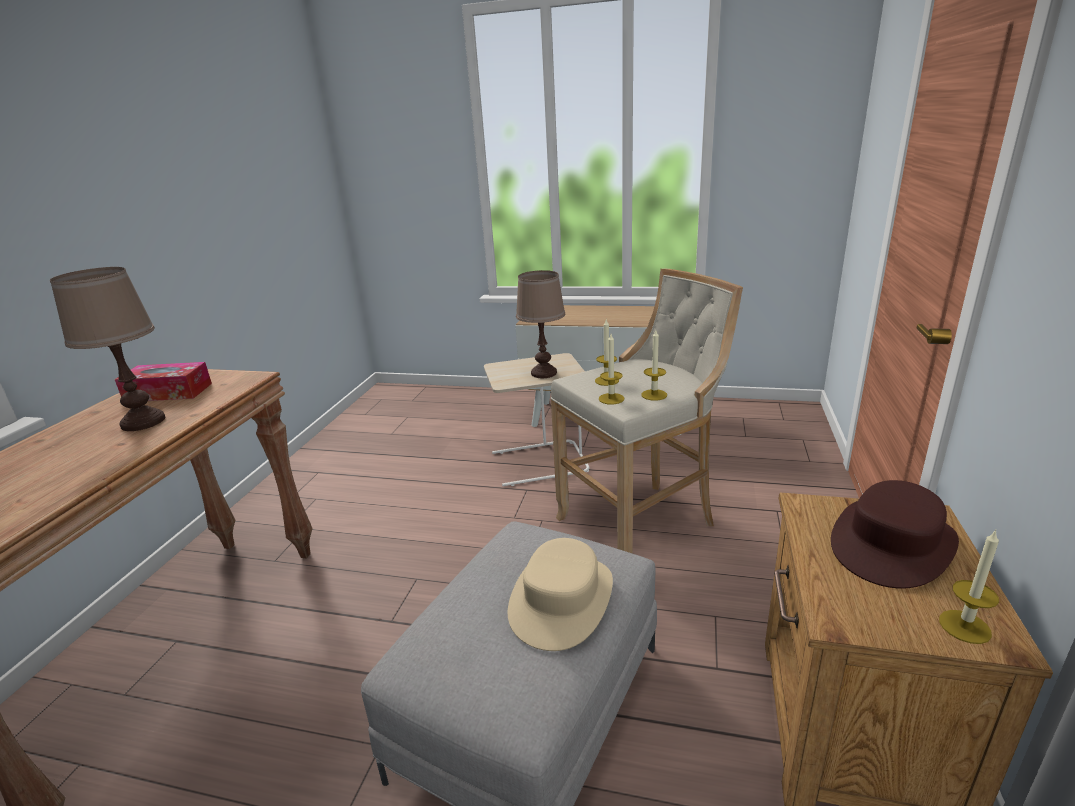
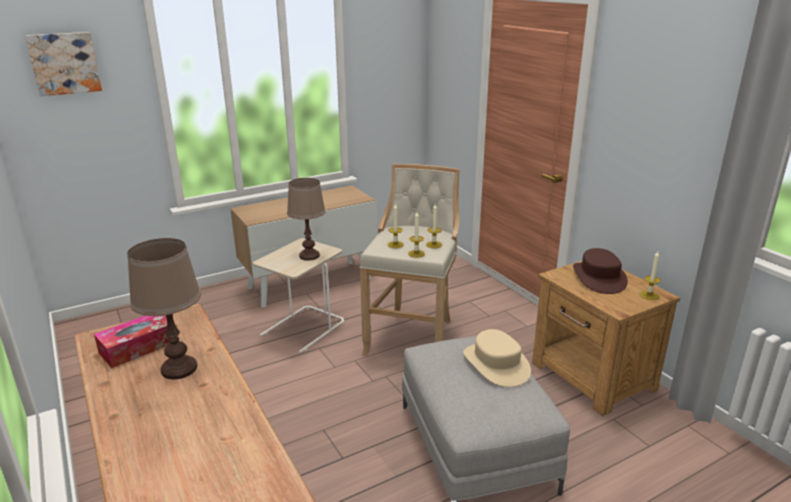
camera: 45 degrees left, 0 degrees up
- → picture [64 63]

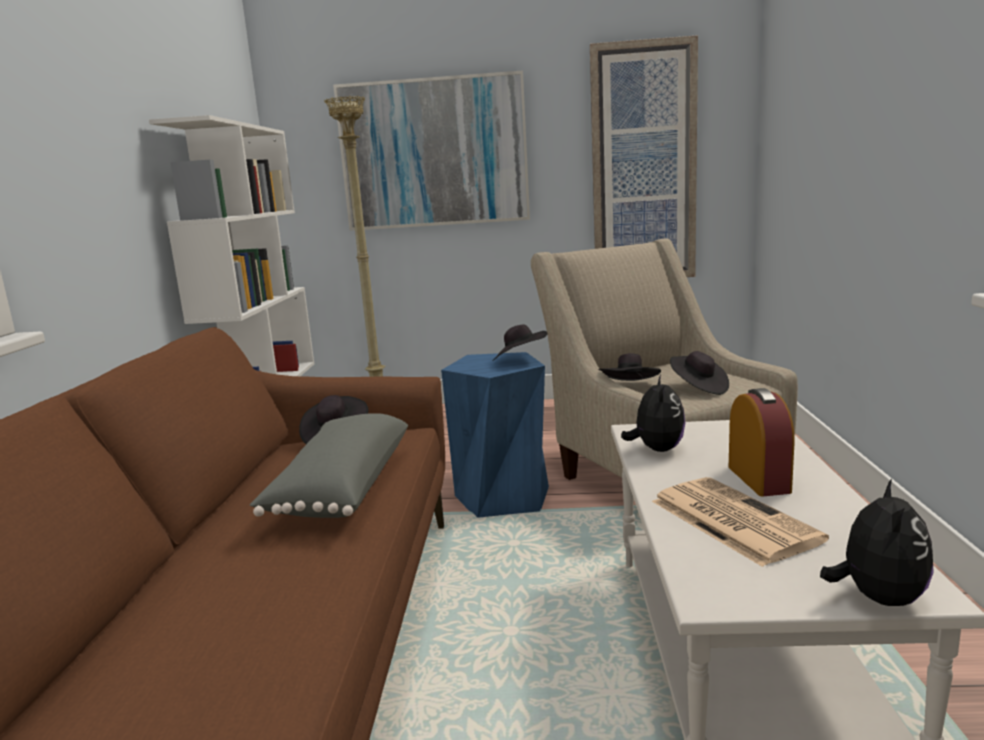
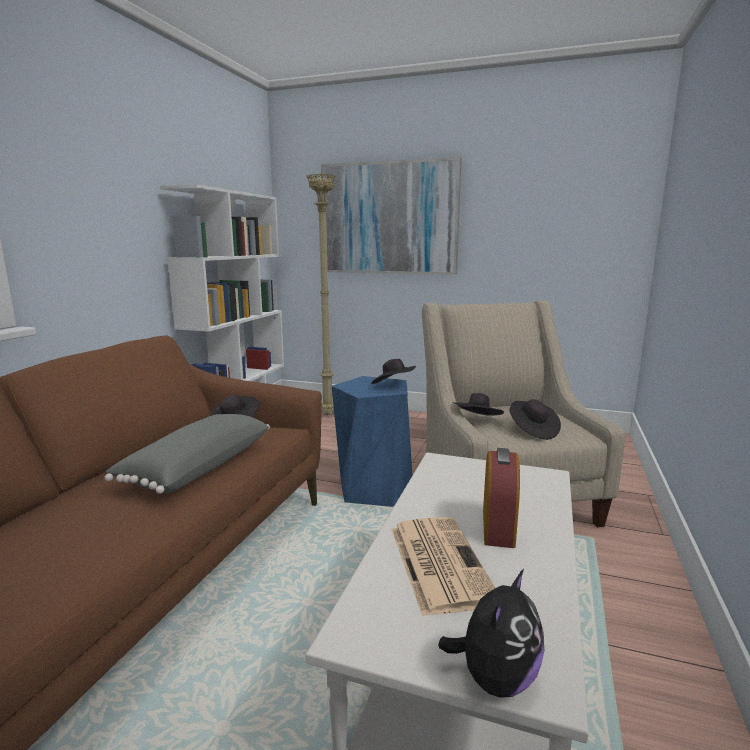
camera: 15 degrees right, 0 degrees up
picture [643 164] → -
plush_toy [656 449] → -

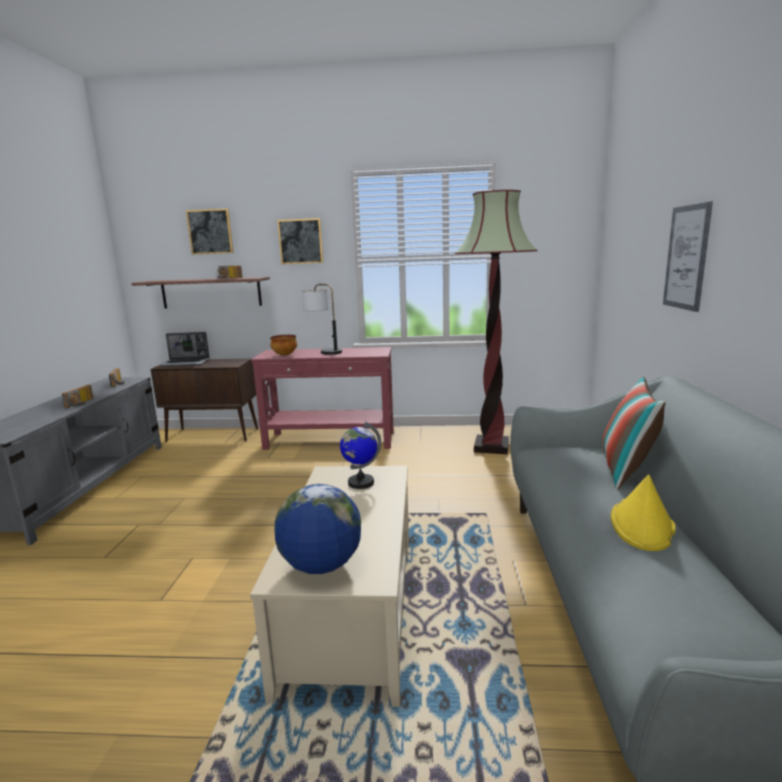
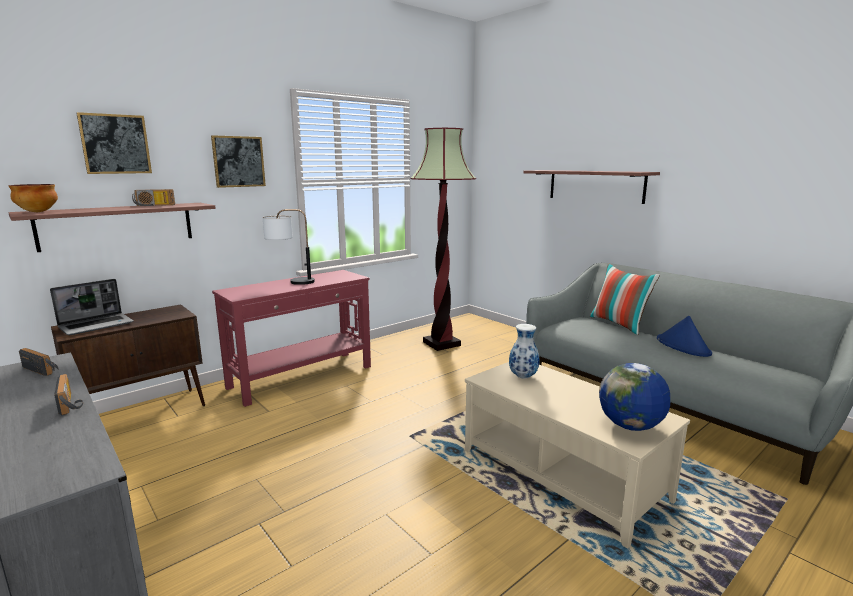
camera: 45 degrees left, 0 degrees up
picture [686 257] → shelf [595 185]
bowl [285 355] → bowl [38 212], moved
globe [360 483] → vase [523 377]
yellow_hat [642 524] → blue_hat [683 346]

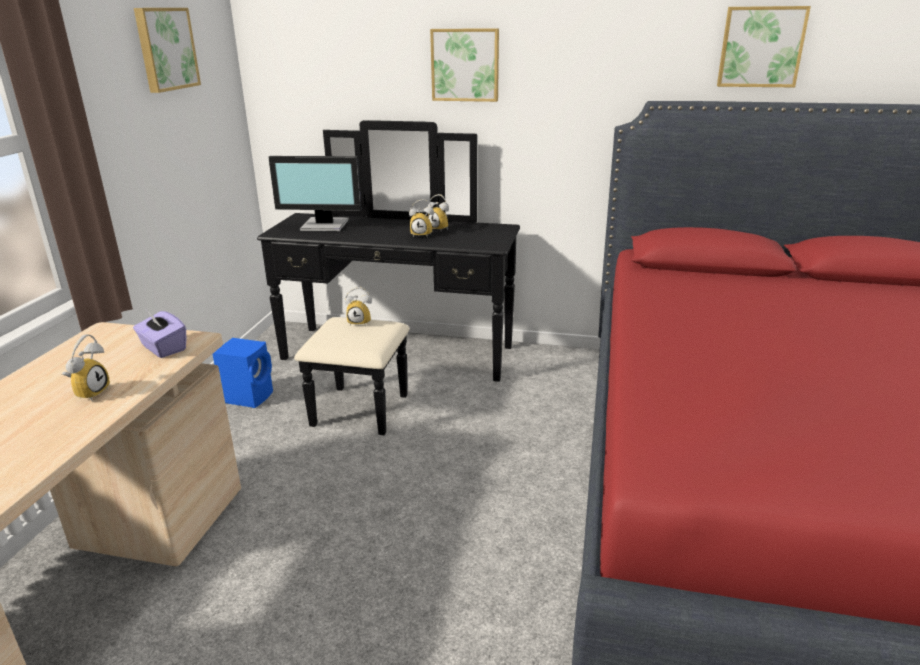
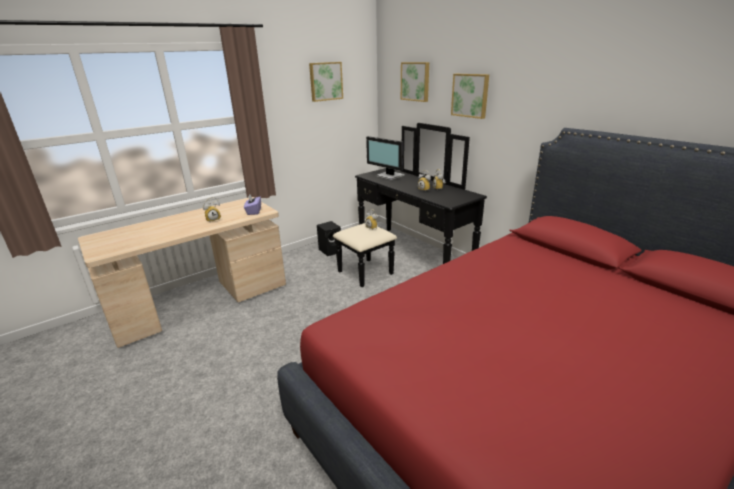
camera: 40 degrees right, 0 degrees up
picture [761 47] → picture [415 81], moved
blue_speaker [249 396] → black_speaker [331 250]

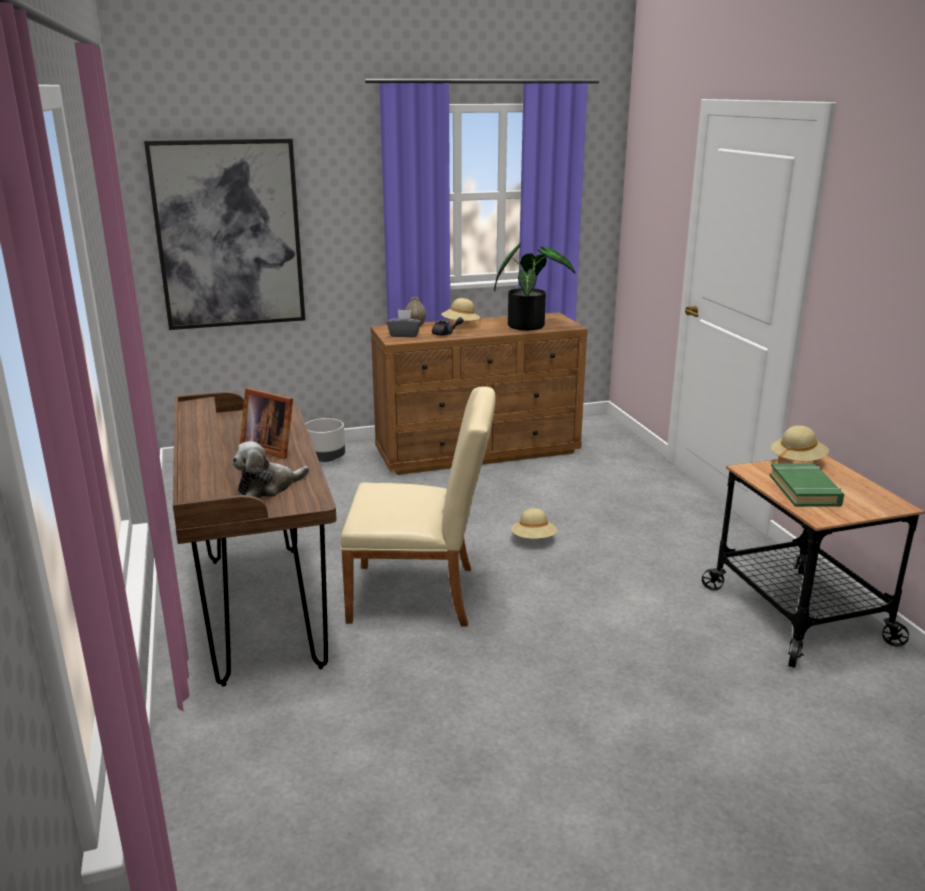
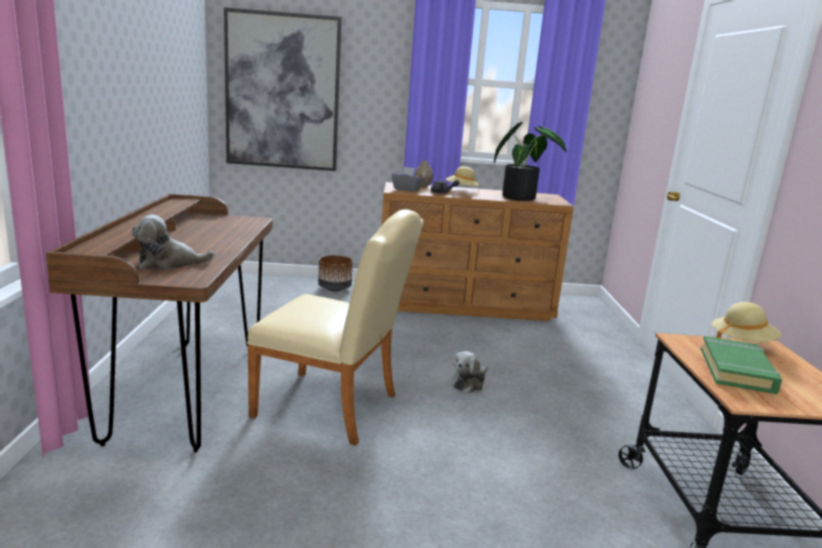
camera: 15 degrees right, 5 degrees down
picture_frame [270 448] → -
grey_planter [326 458] → brown_planter [335 289]
beige_hat [533 539] → plush_toy [469 383]

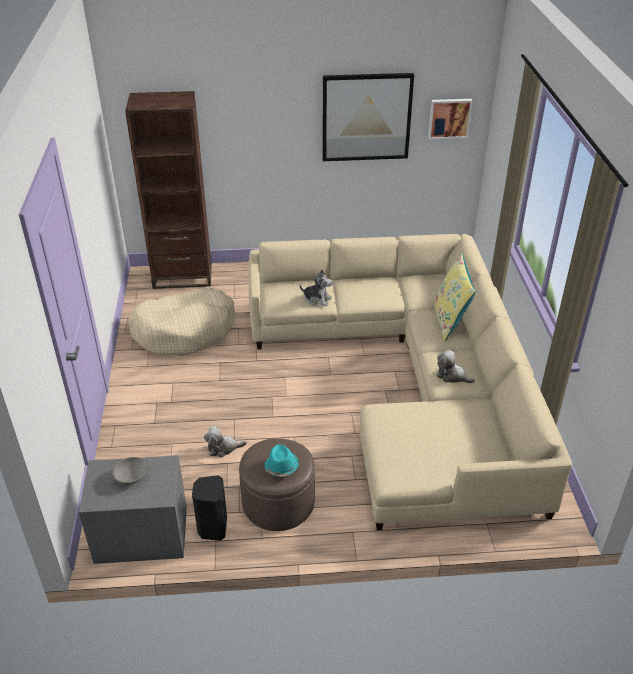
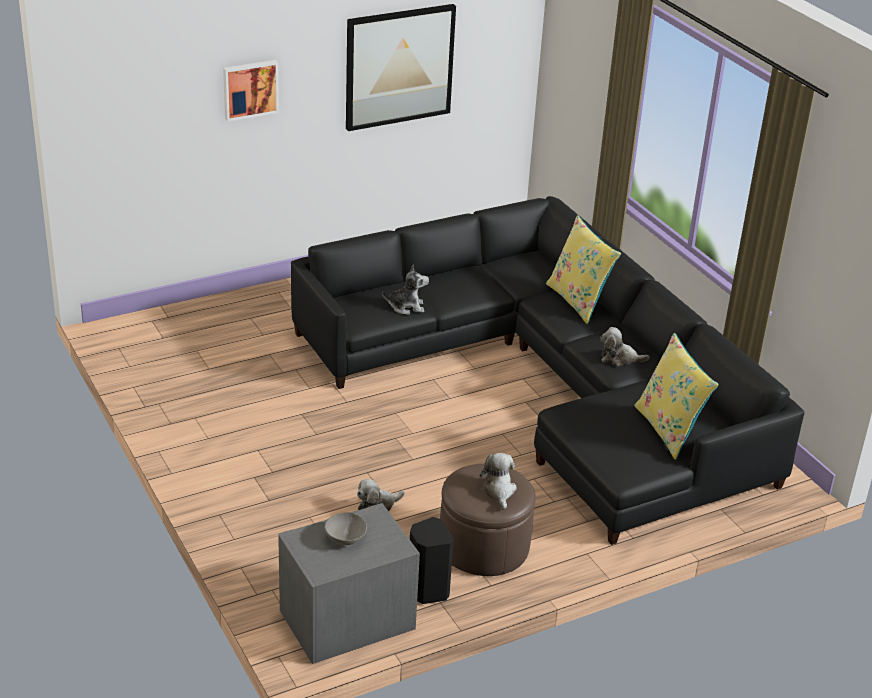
camera: 25 degrees left, 5 degrees down
brown_bookcase [182 276] → -
picture [449 118] → picture [250 89], moved
beige_sofa [412 380] → black_sofa [549 384]
beige_dog_bed [185 331] → -
turquoise_hat [281 467] → plush_toy [499 491]
- → yellow_pillow [669 429]

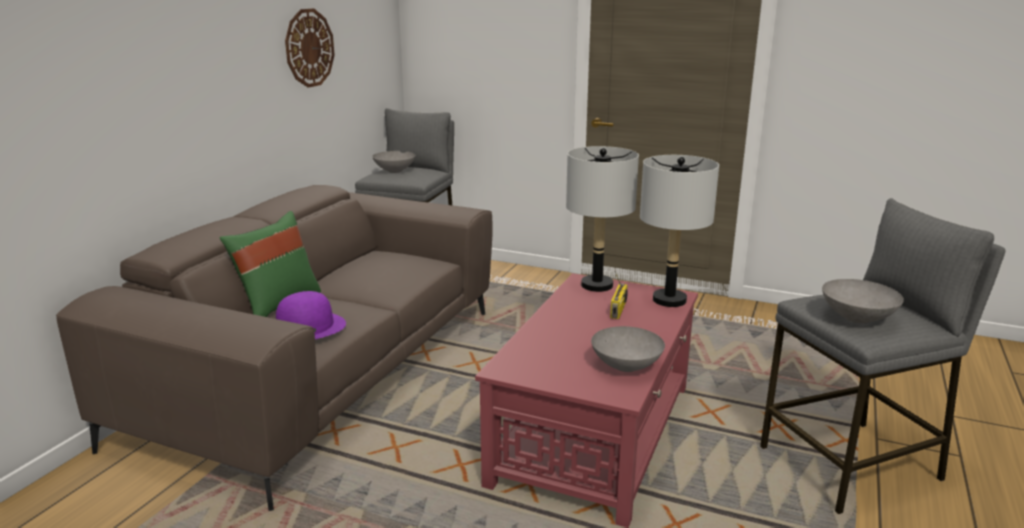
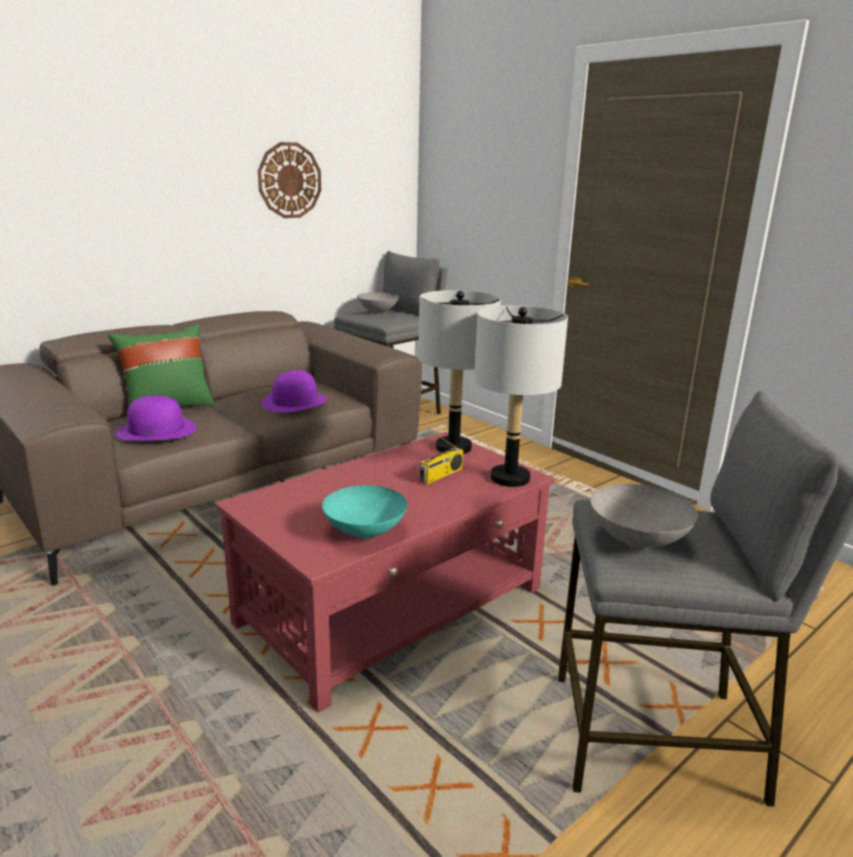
camera: 25 degrees right, 0 degrees up
grey_bowl [627 366] → turquoise_bowl [366 532]
- → purple_hat [295 402]

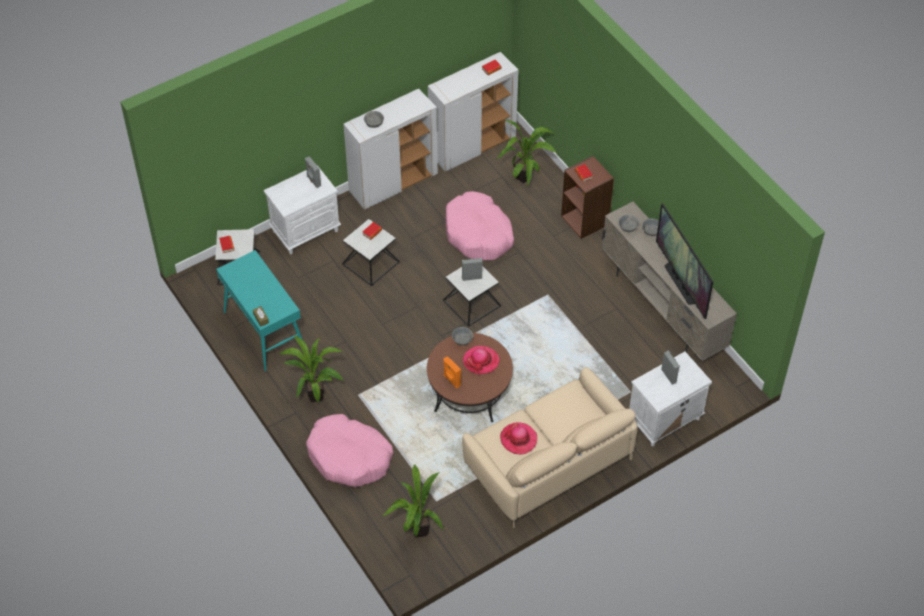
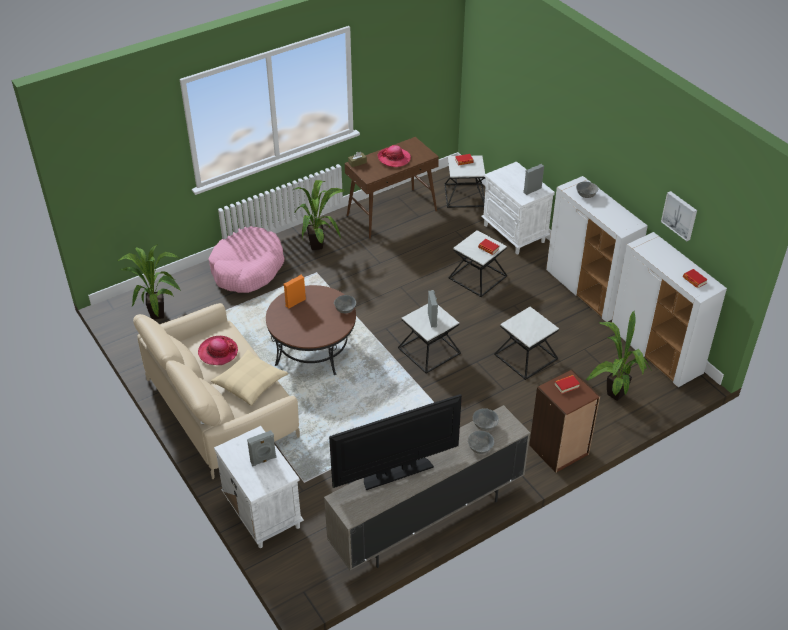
camera: 90 degrees right, 10 degrees down
pink_dog_bed [478 234] → side_table [525 356]
turquoise_console_table [264 331] → brown_console_table [392 213]
hat [481 361] → hat [394 158], moved
- → picture [680 215]
- → beige_pillow [250 383]

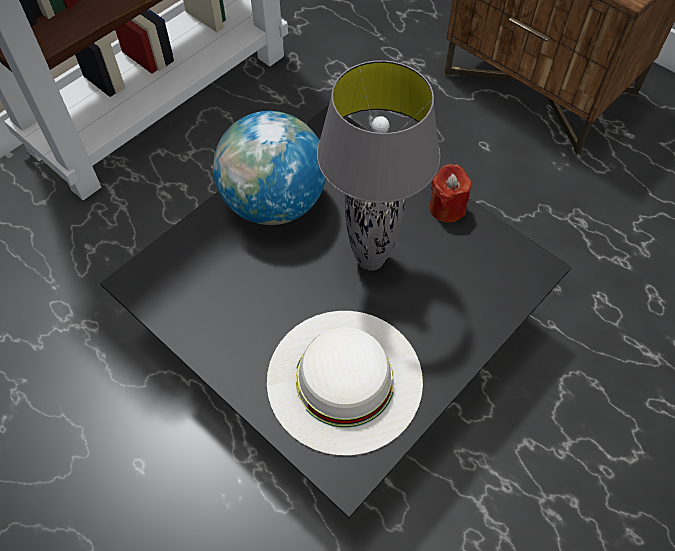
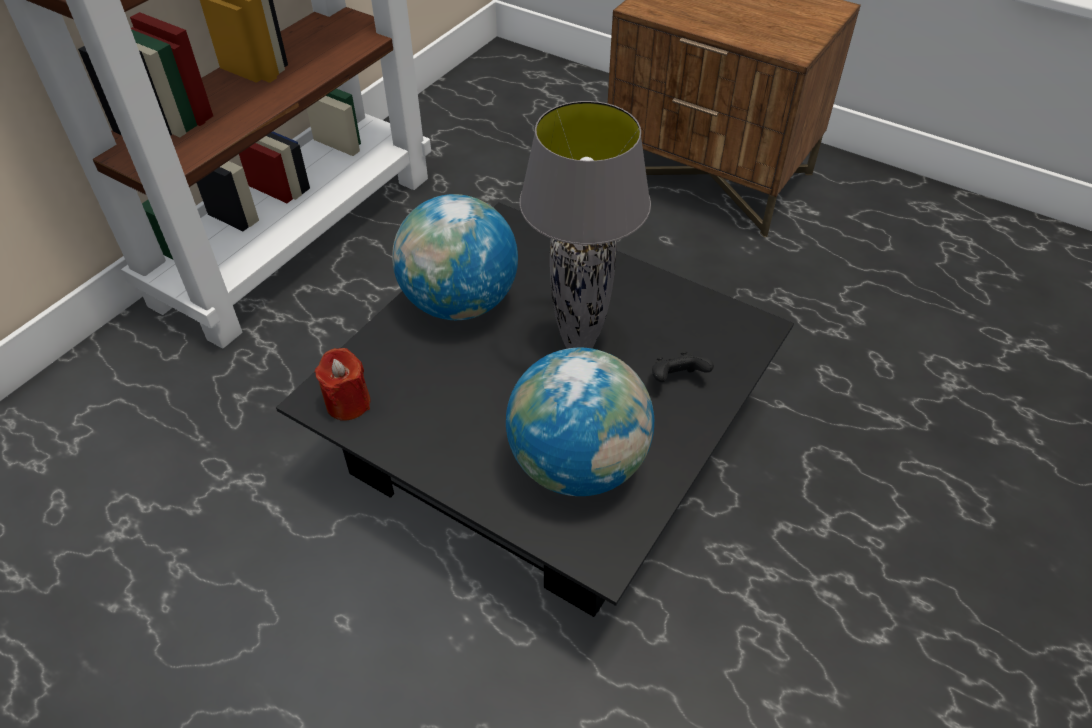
camera: 10 degrees left, 10 degrees down
red_candle [447 208] → red_candle [348 403], moved
white_hat [344 379] → globe [578 464]
- → black_game_controller [677 380]

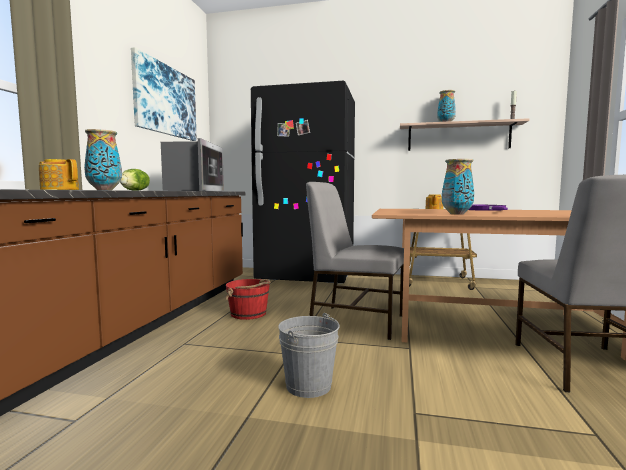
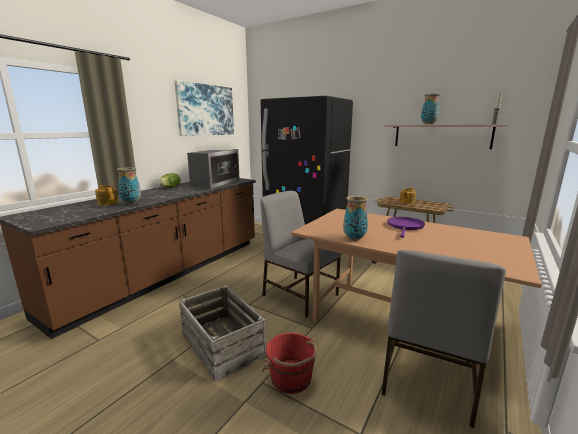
camera: 20 degrees right, 10 degrees up
red_bucket [249 314] → red_bucket [291 378], moved
grey_bucket [308 386] → crate [221 345]

